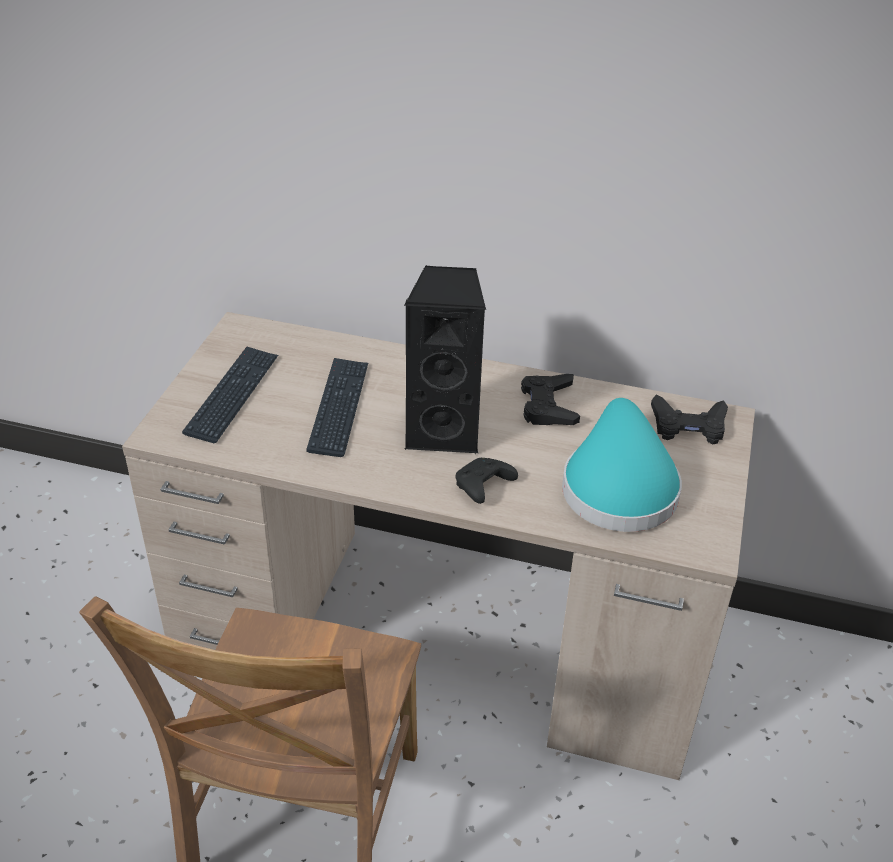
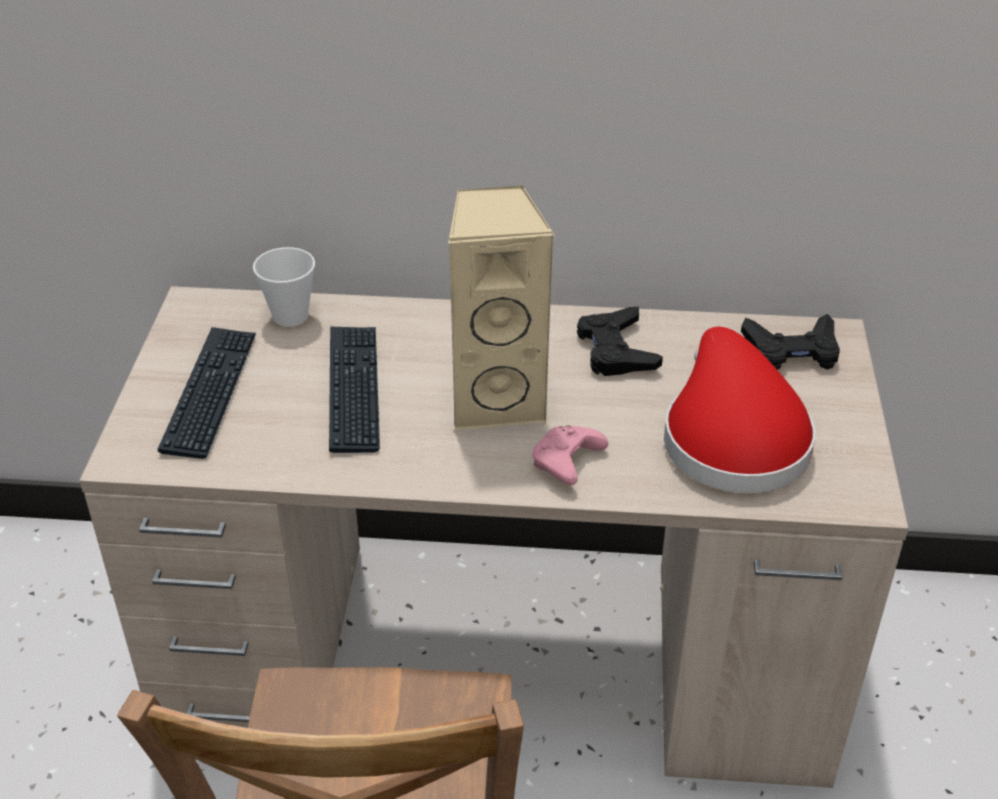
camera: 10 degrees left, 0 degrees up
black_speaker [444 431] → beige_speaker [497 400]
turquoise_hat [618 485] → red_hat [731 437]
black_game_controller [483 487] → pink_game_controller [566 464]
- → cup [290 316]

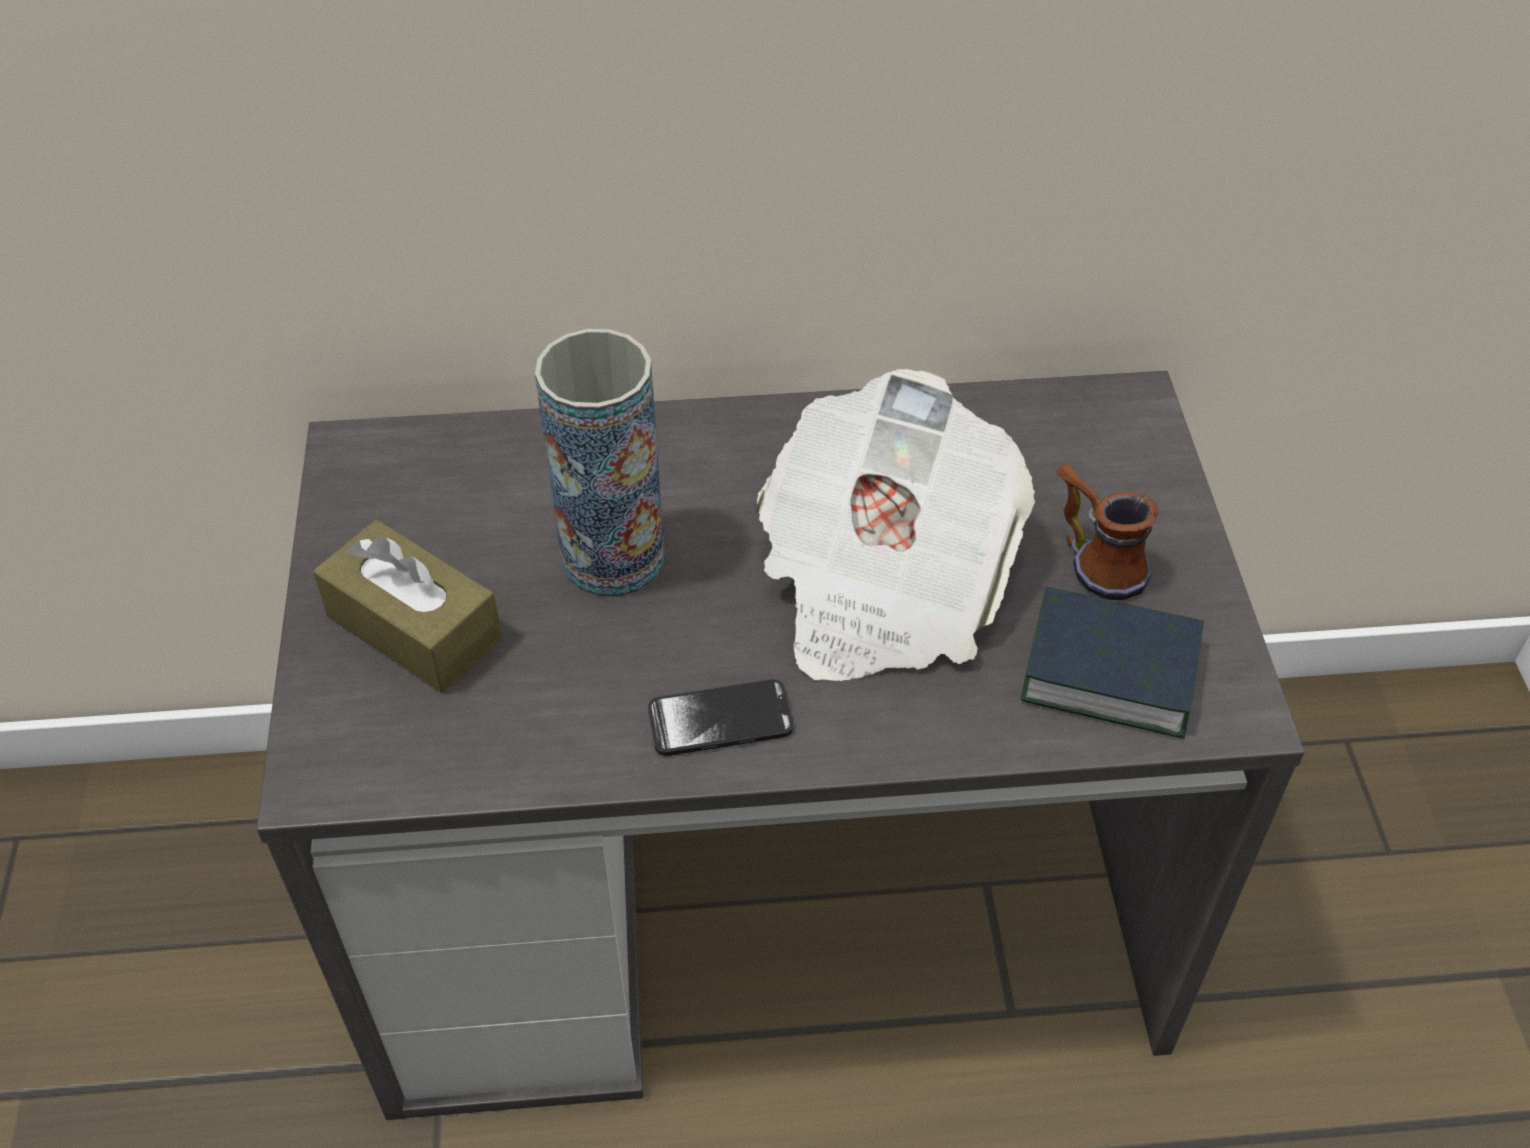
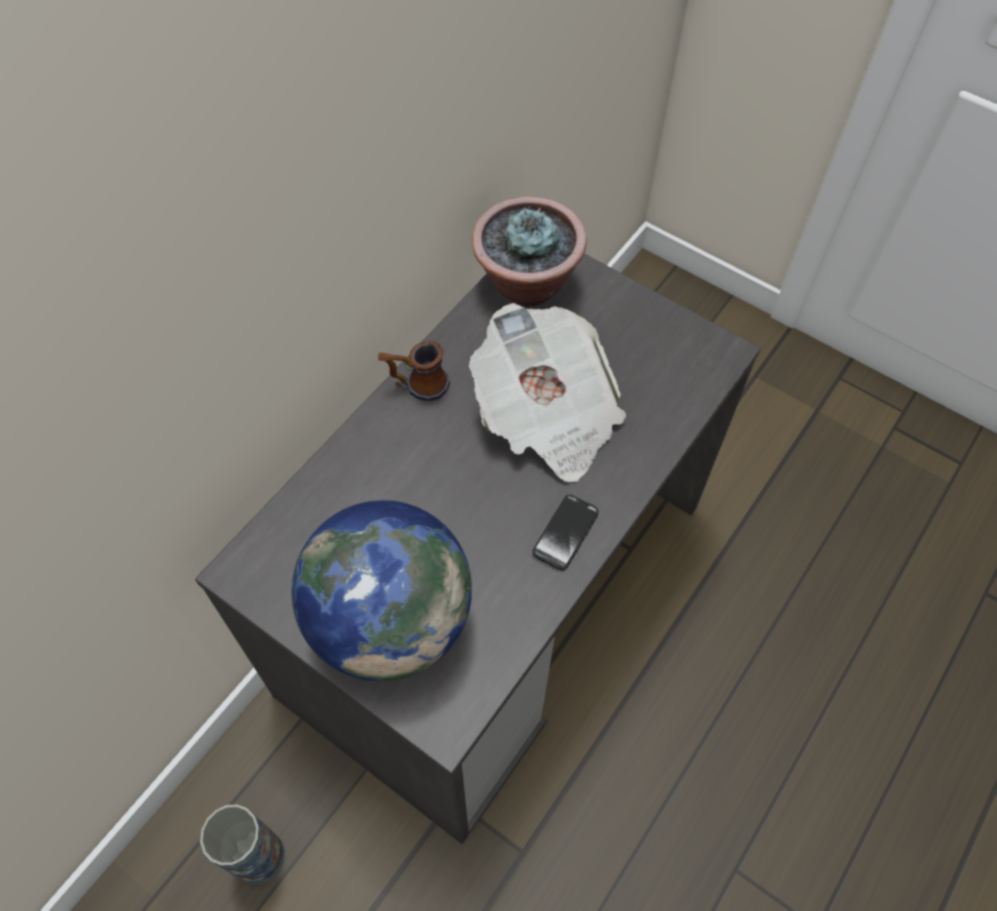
camera: 50 degrees left, 10 degrees up
vase [613 558] → vase [259 856], moved
mug [1094 561] → mug [416 385], moved
brown_tissue_box [414 627] → globe [390 621]
book [1109 672] → -
- → potted_plant [526 284]

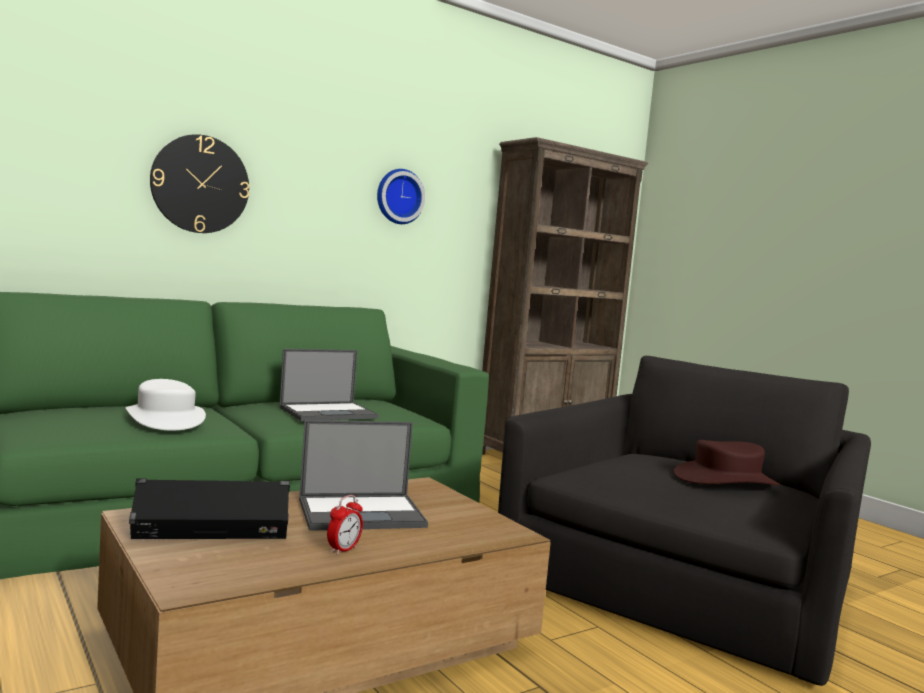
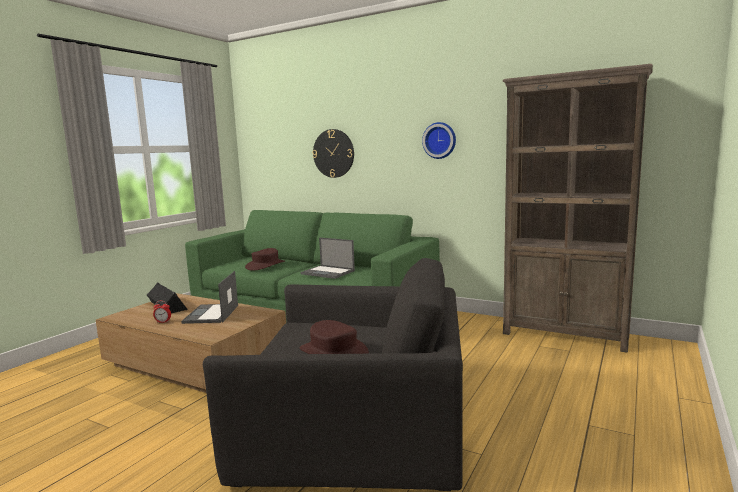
camera: 65 degrees right, 5 degrees up
white_hat [165 419] → brown_hat [265 265]
laptop [362 513] → laptop [211 314], 45 degrees clockwise

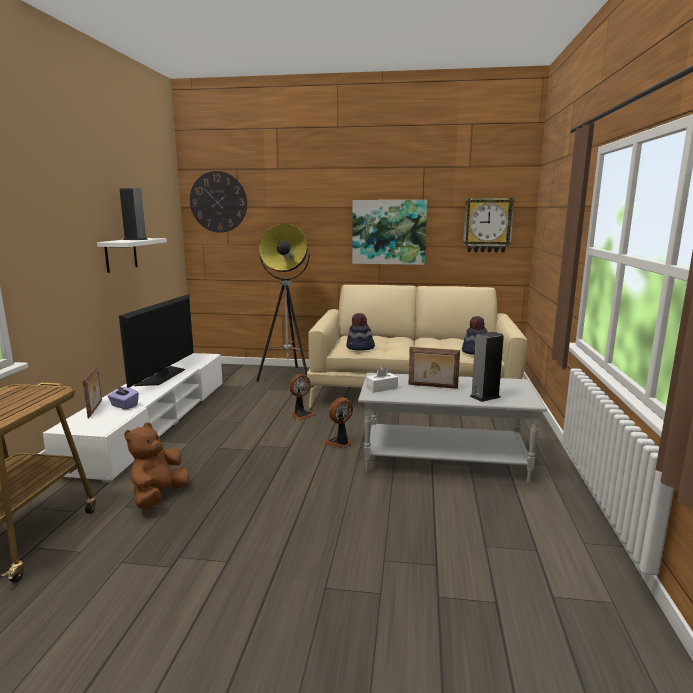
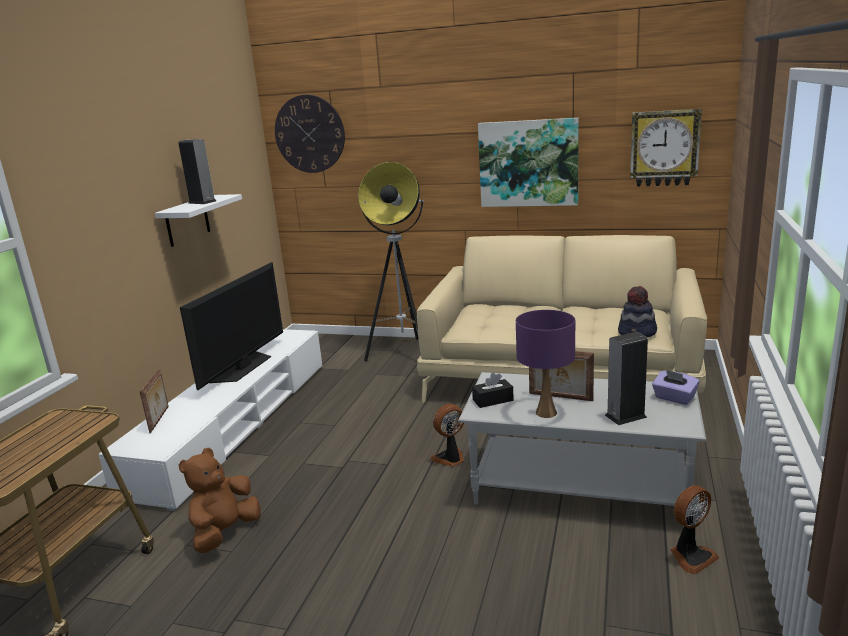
camera: 10 degrees right, 5 degrees up
hat [360 348] → -
white_tissue_box [381 388] → black_tissue_box [493 400]
fan [301 415] → fan [691 556], moved
purple_tissue_box [124 406] → purple_tissue_box [674 398], moved
- → purple_table_lamp [546 412]

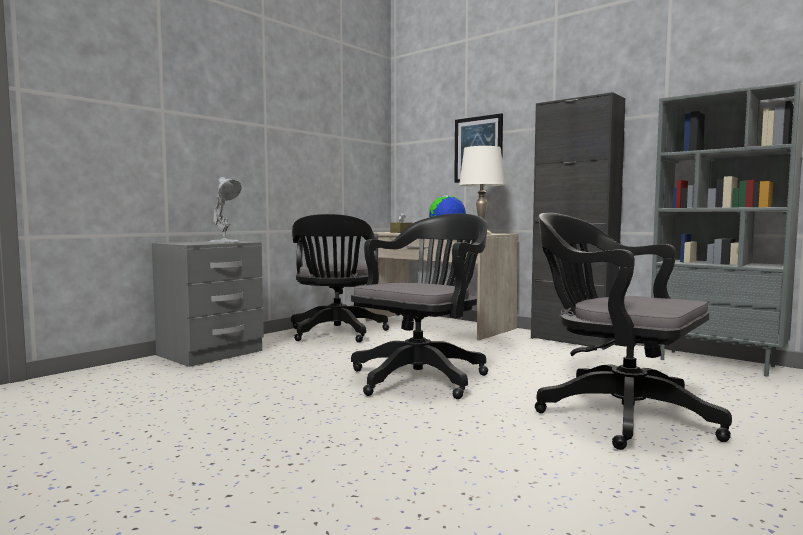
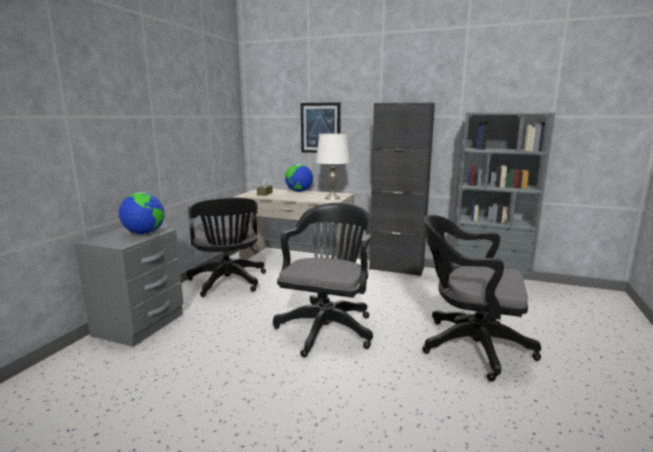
camera: 20 degrees left, 10 degrees up
white_table_lamp [225 242] → globe [144 233]

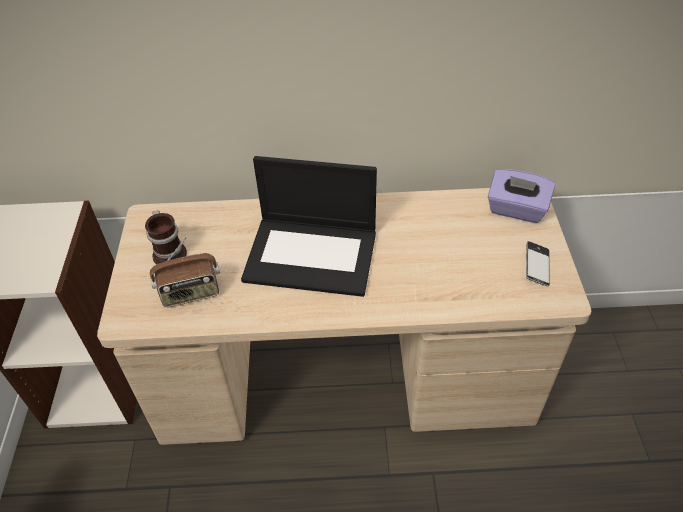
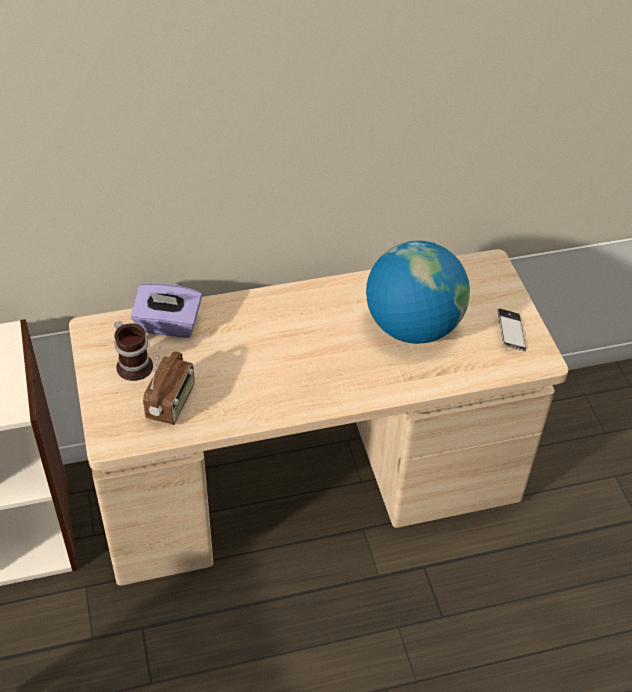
camera: 15 degrees left, 0 degrees up
laptop [313 255] → -
purple_tissue_box [516 210] → purple_tissue_box [168 325], moved
radio [190 293] → radio [172 403], 45 degrees counterclockwise
- → globe [412 327]

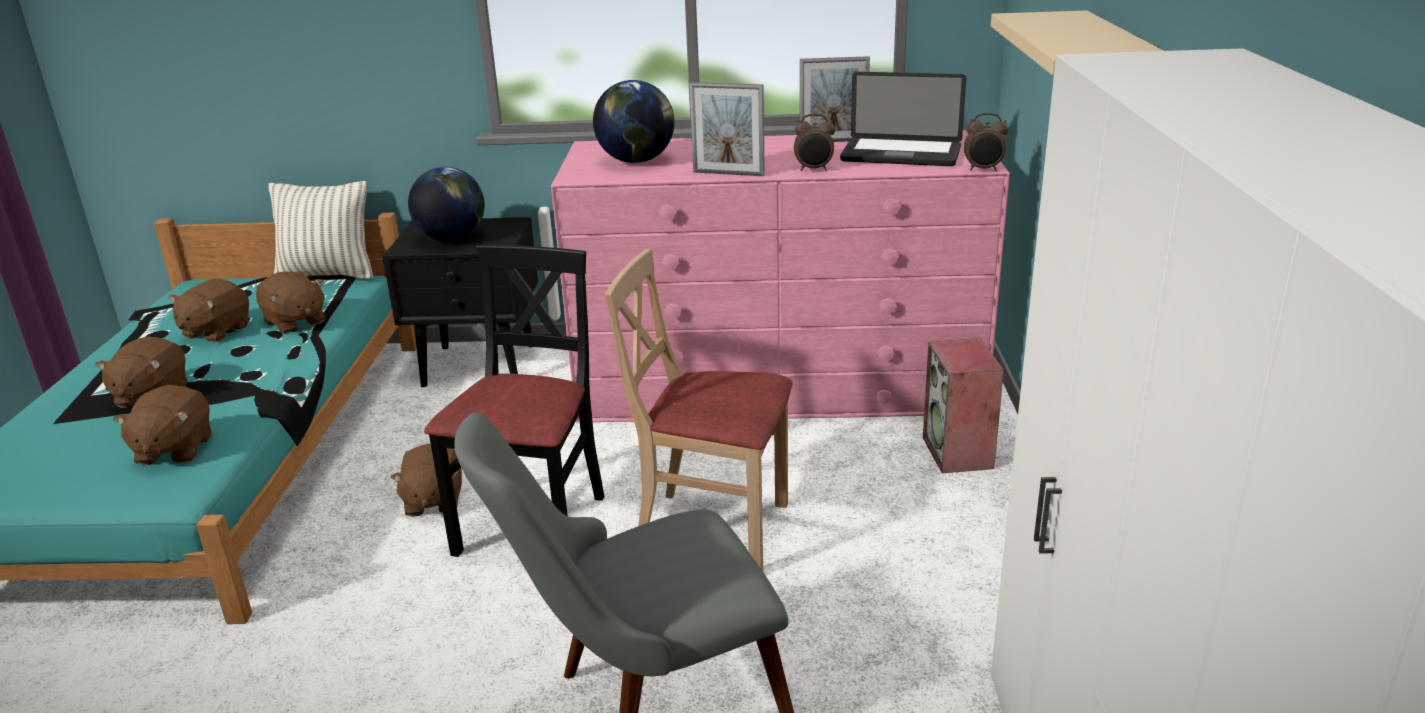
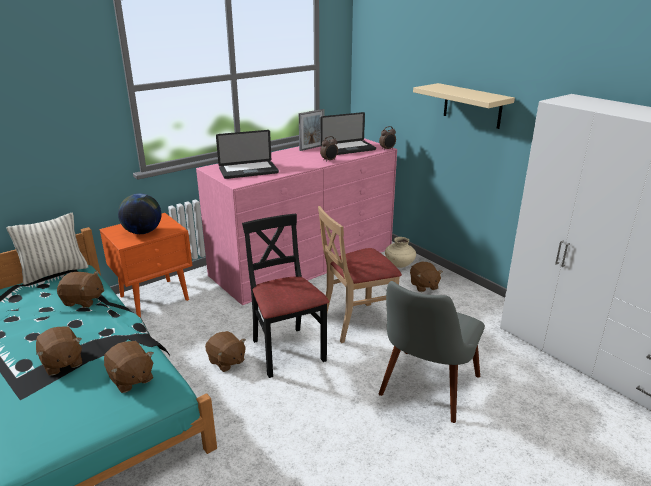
camera: 40 degrees left, 0 degrees up
globe [637 161] → laptop [248 171]
picture_frame [728 173] → -
black_nightstand [481 365] → orange_nightstand [155 298]
brown_plush_toy [216 331] → brown_plush_toy [424 286], moved
speaker [959 453] → beige_vase [400 264]

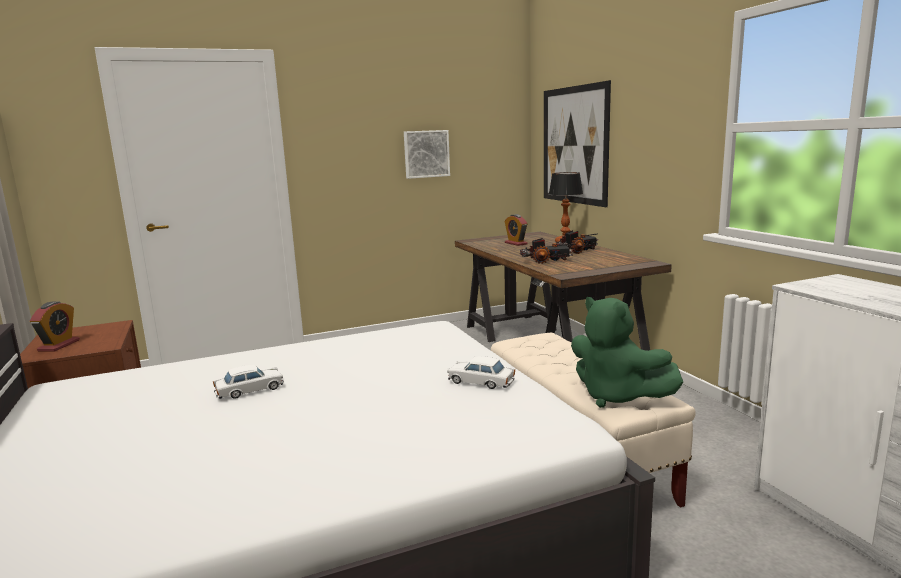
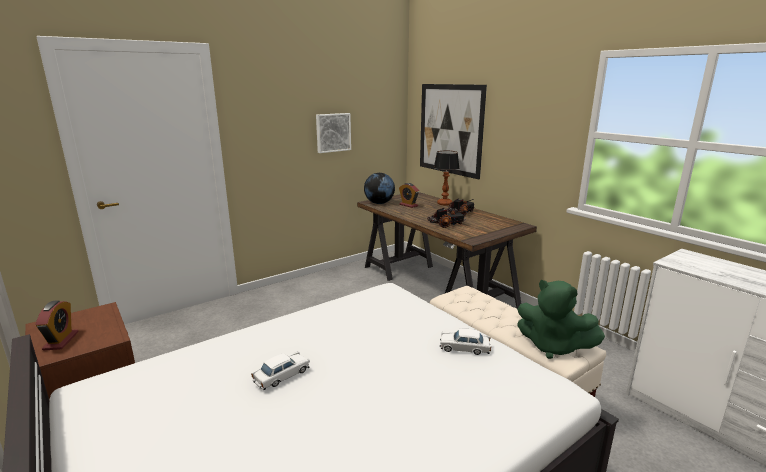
camera: 15 degrees left, 5 degrees up
- → globe [379 203]

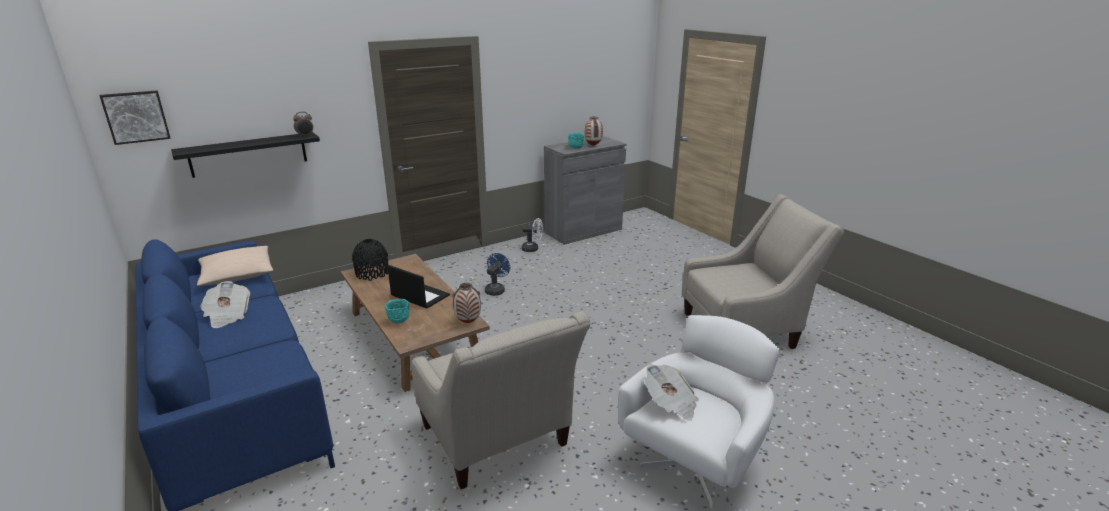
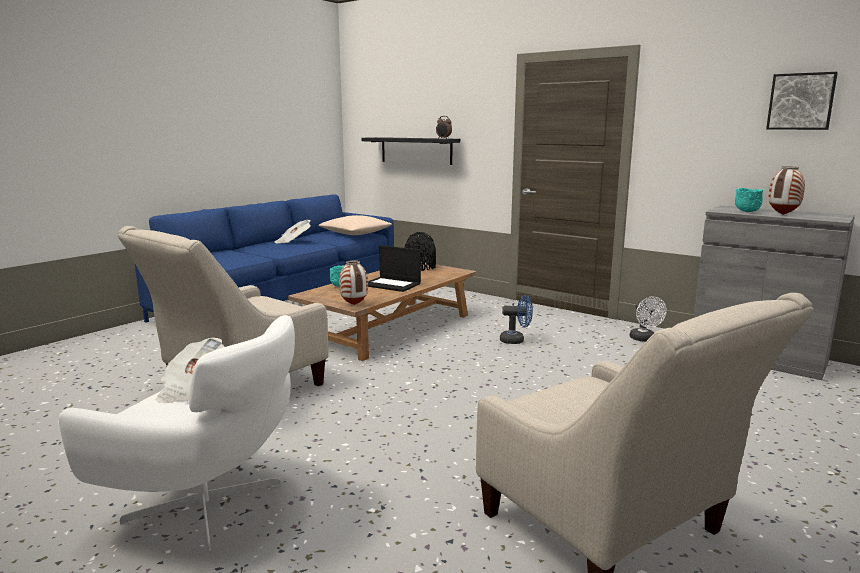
camera: 70 degrees right, 10 degrees down
picture [136 117] → picture [801 101], moved
laptop [419 296] → laptop [392 284], 105 degrees clockwise

